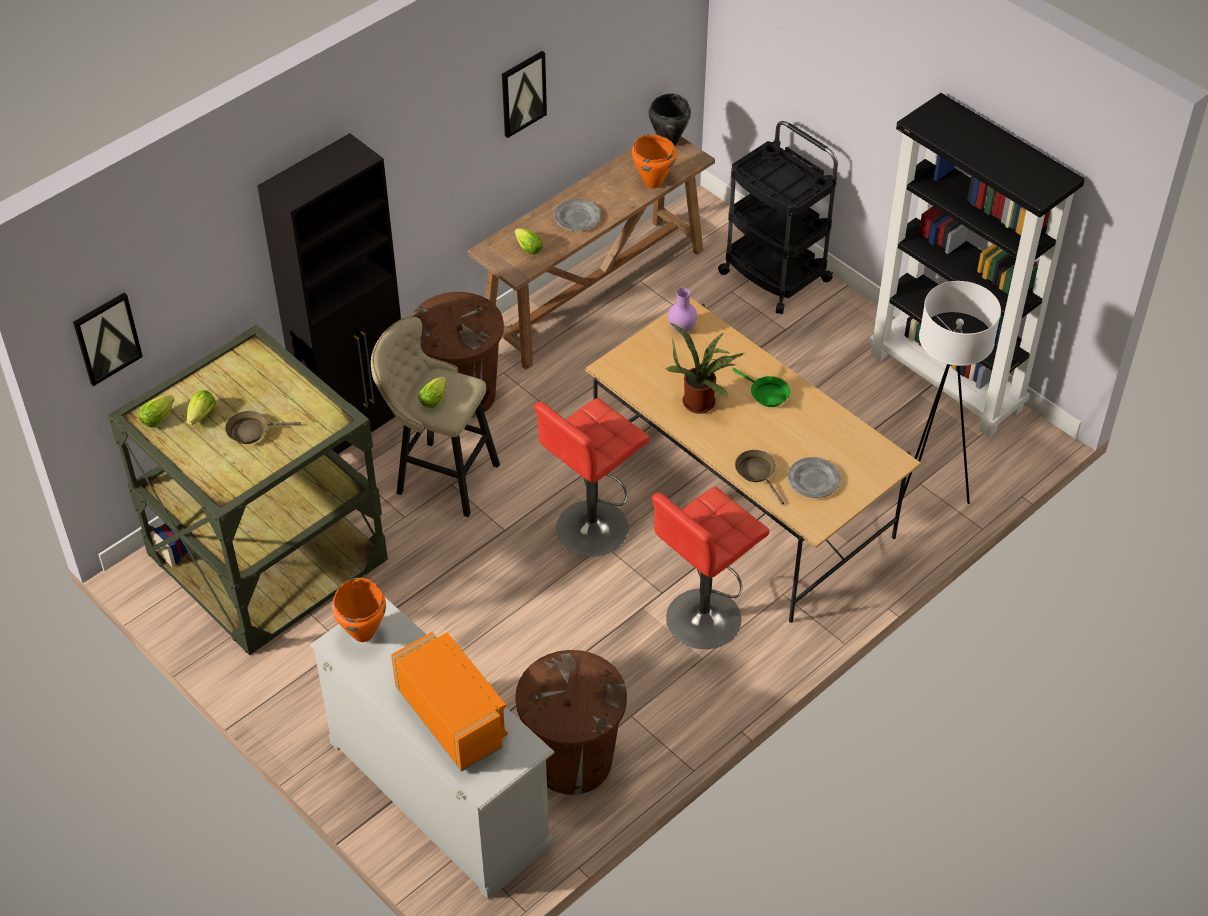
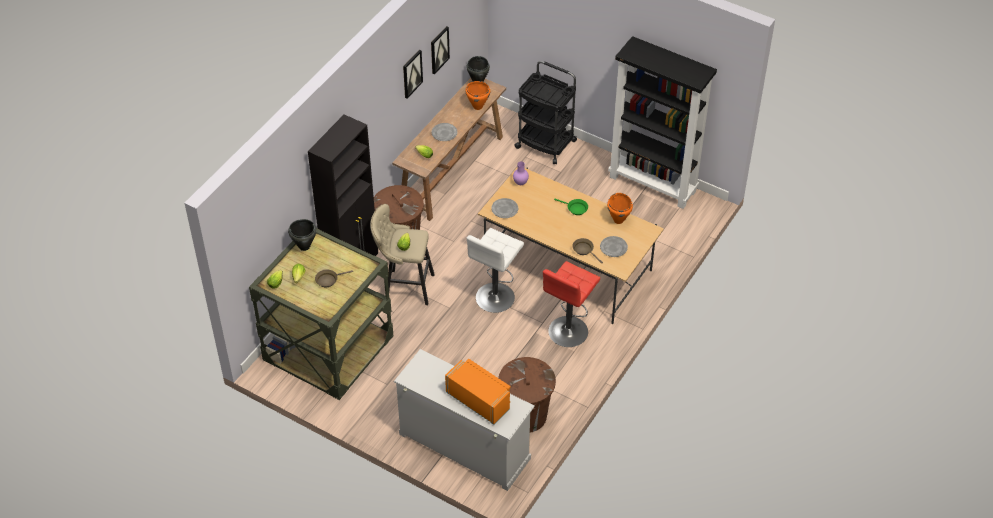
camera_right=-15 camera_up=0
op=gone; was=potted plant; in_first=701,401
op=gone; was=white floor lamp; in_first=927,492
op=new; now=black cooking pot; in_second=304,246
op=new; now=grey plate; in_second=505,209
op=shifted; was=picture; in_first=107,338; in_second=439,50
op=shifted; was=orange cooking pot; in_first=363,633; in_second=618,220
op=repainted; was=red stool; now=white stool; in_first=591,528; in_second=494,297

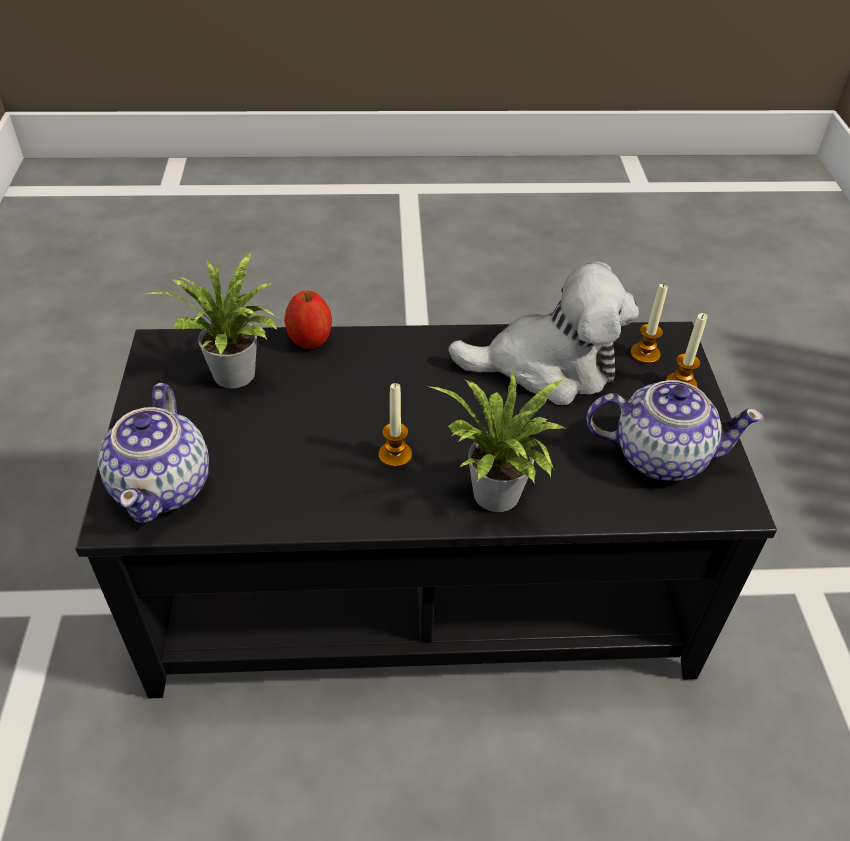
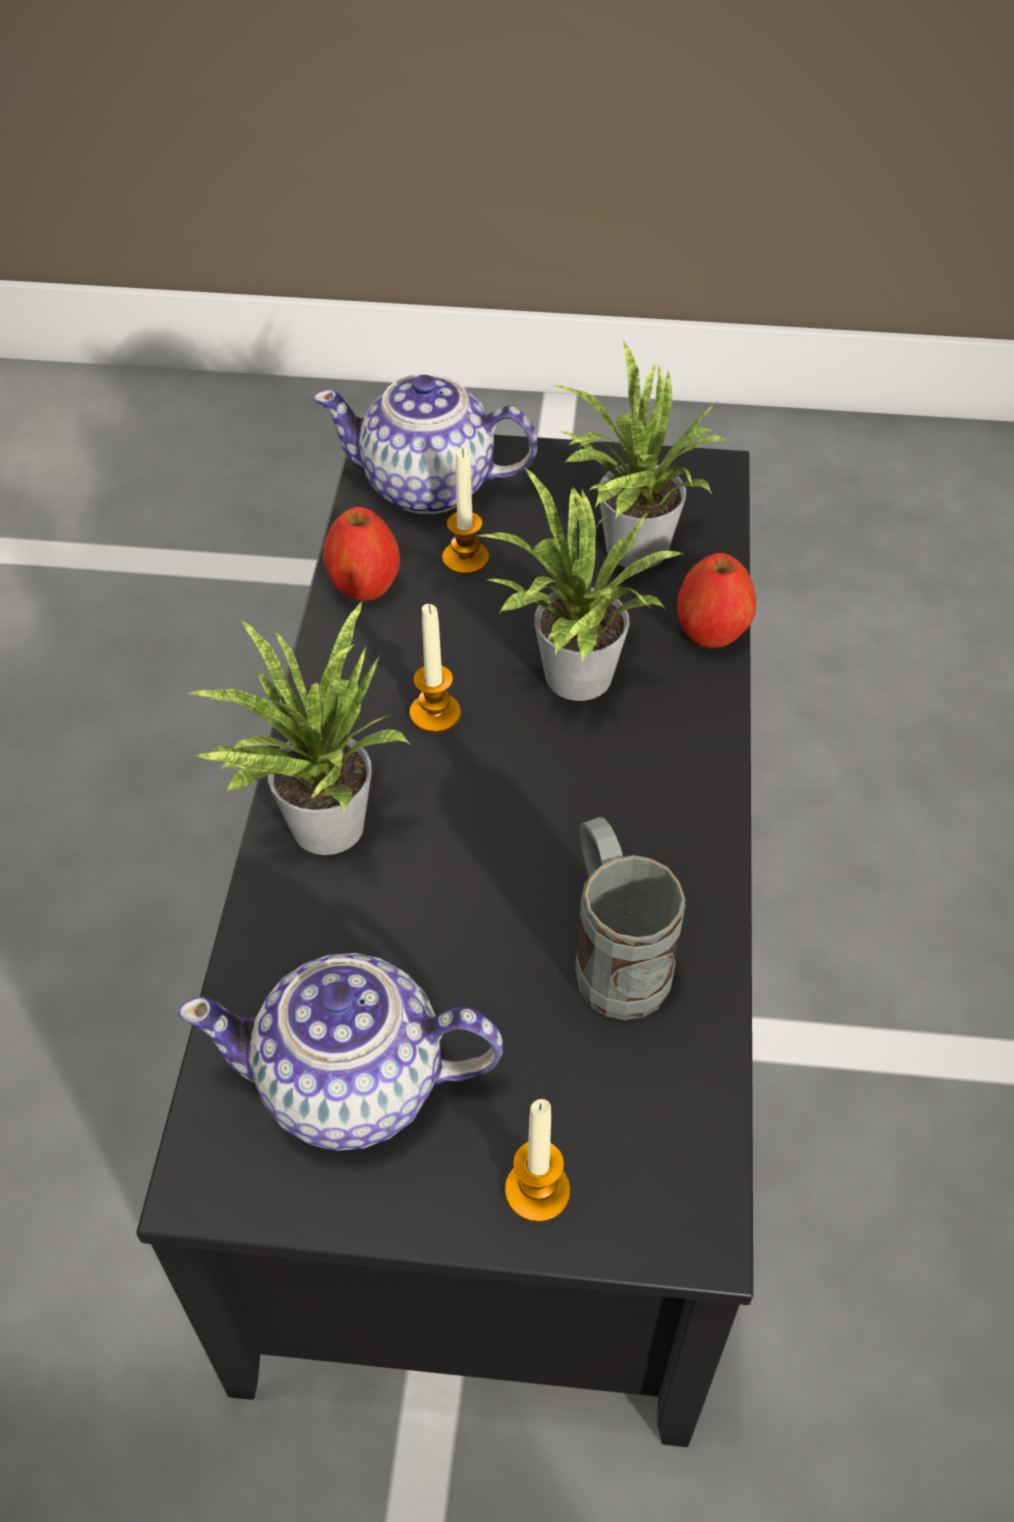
camera_right=100 camera_up=5
op=new; now=apple; in_second=365,586
op=new; now=potted plant; in_second=571,680
op=shifted; was=candle; in_first=645,354; in_second=465,559
op=swapped; was=plush toy; now=grey mug; in_first=547,367; in_second=613,957
op=rotated; was=teapot; in_first=659,455; in_second=354,1085; clockwise=75

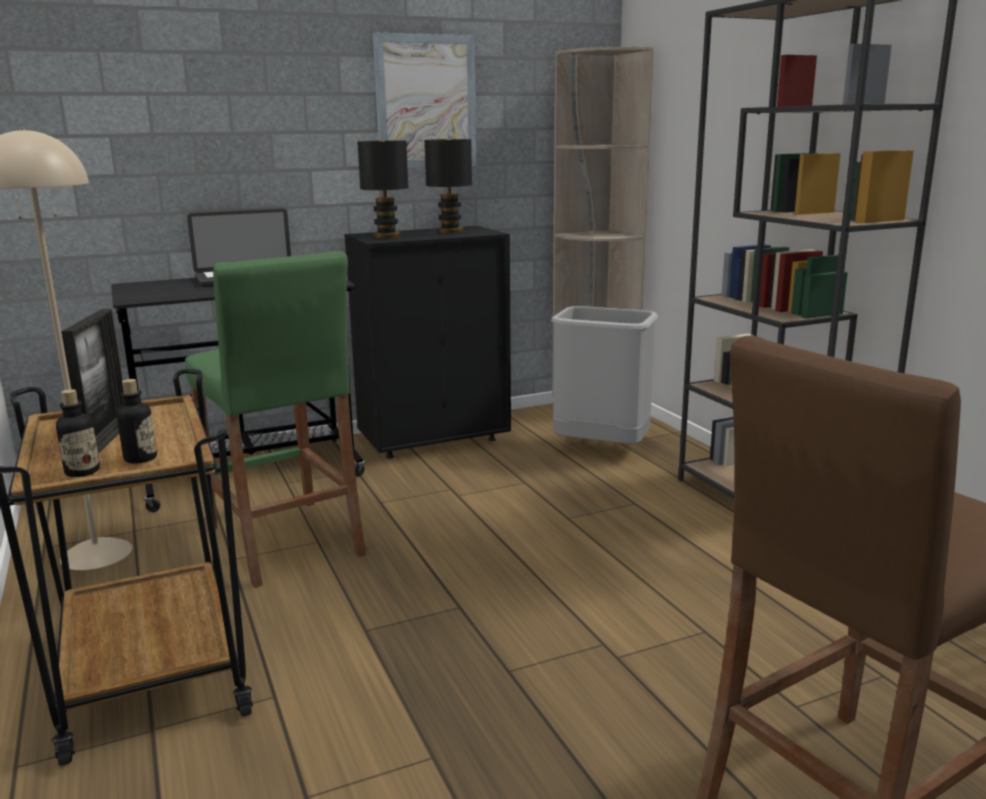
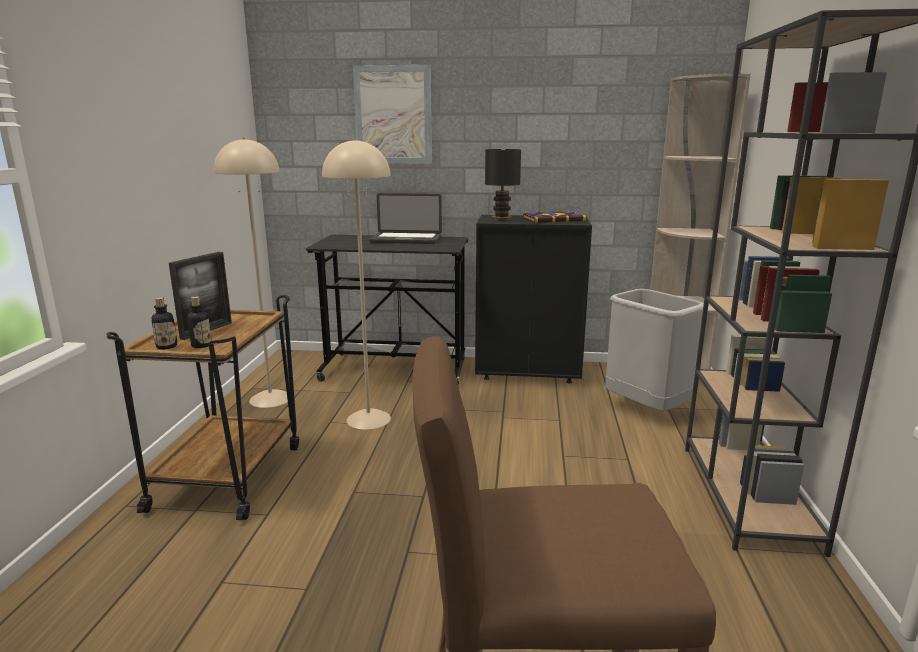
camera_right=30 camera_up=0
op=shifted; was=picture; in_first=426,102; in_second=393,115
op=swapped; was=green stool; now=beige floor lamp; in_first=284,541; in_second=368,419
op=swapped; was=black table lamp; now=book; in_first=449,231; in_second=553,219

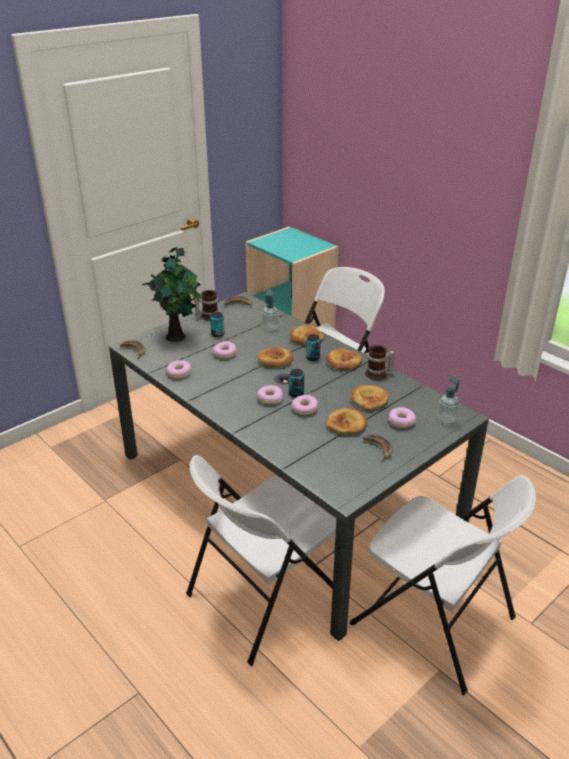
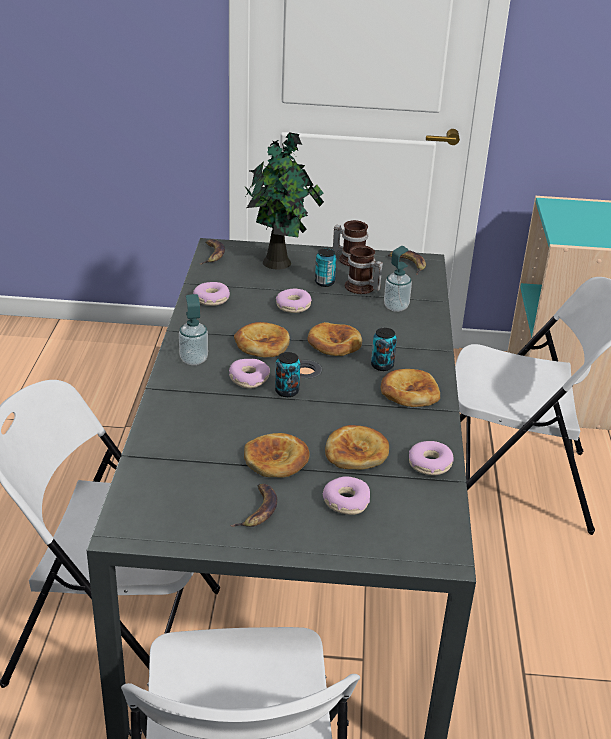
camera_right=45 camera_up=0
op=shifted; was=bread; in_first=306,338; in_second=262,343
op=shifted; was=donut; in_first=305,409; in_second=429,464
op=shifted; was=mug; in_first=378,374; in_second=361,288
op=shifted; was=soap dispenser; in_first=446,419; in_second=194,359

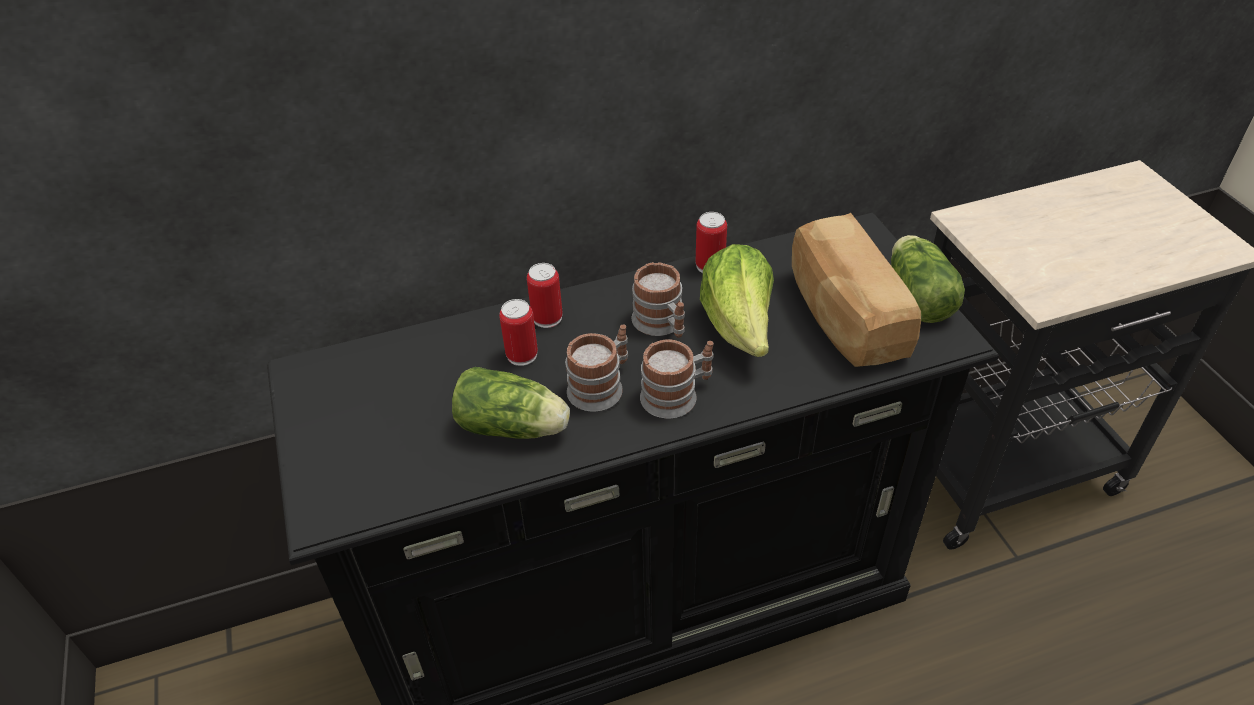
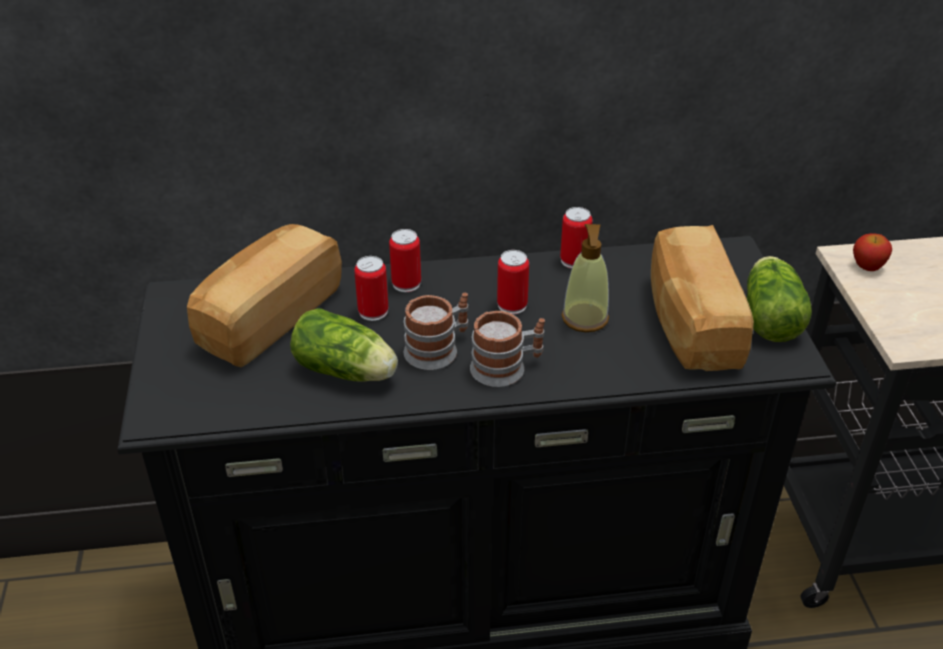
camera_right=10 camera_up=-5
op=new; now=bread; in_second=268,318
op=new; now=apple; in_second=867,266
op=swapped; was=mug; now=can; in_first=662,324; in_second=512,305
op=swapped; was=lettuce; now=soap dispenser; in_first=739,327; in_second=585,318

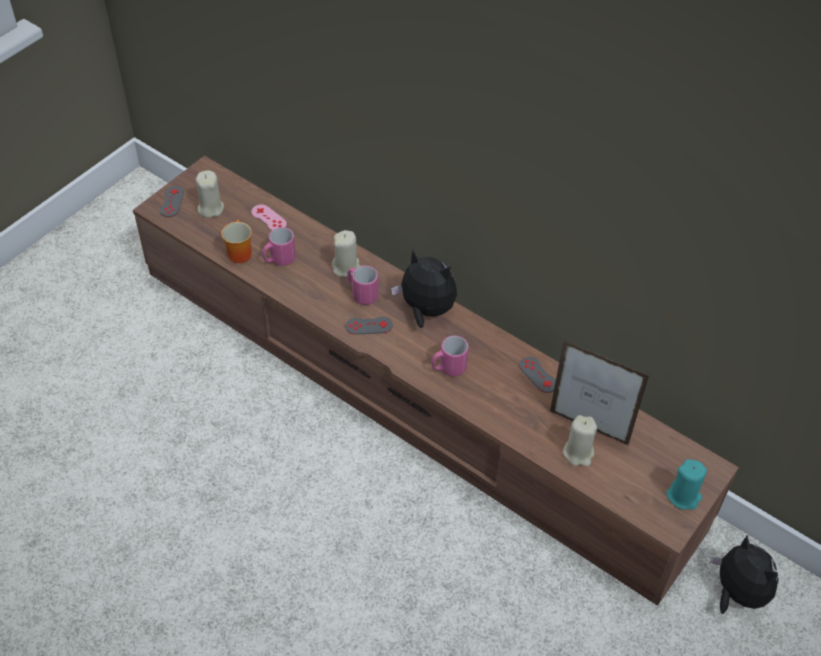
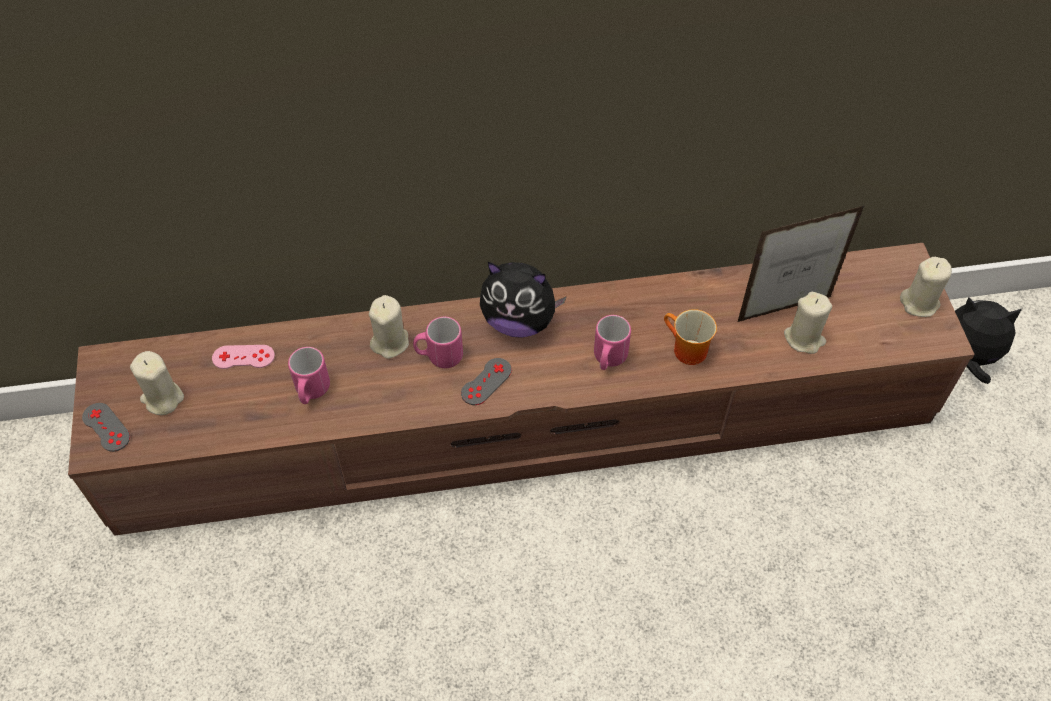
camera_right=-45 camera_up=5
op=gone; was=grey game controller; in_first=538,375
op=shifted; was=mug; in_first=238,252; in_second=685,351
op=repainted; was=turquoise candle; now=beige candle; in_first=683,496; in_second=919,303
op=rotated; was=plush toy; in_first=426,310; in_second=519,321; clockwise=-150

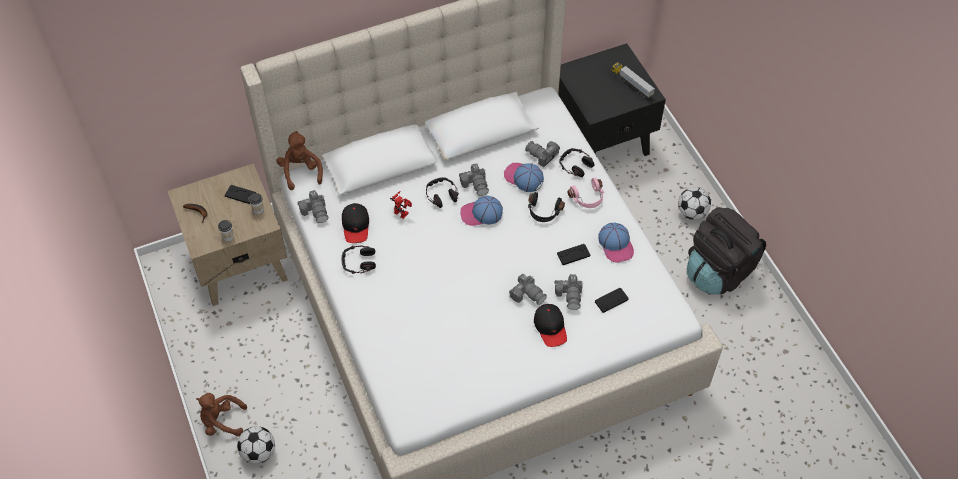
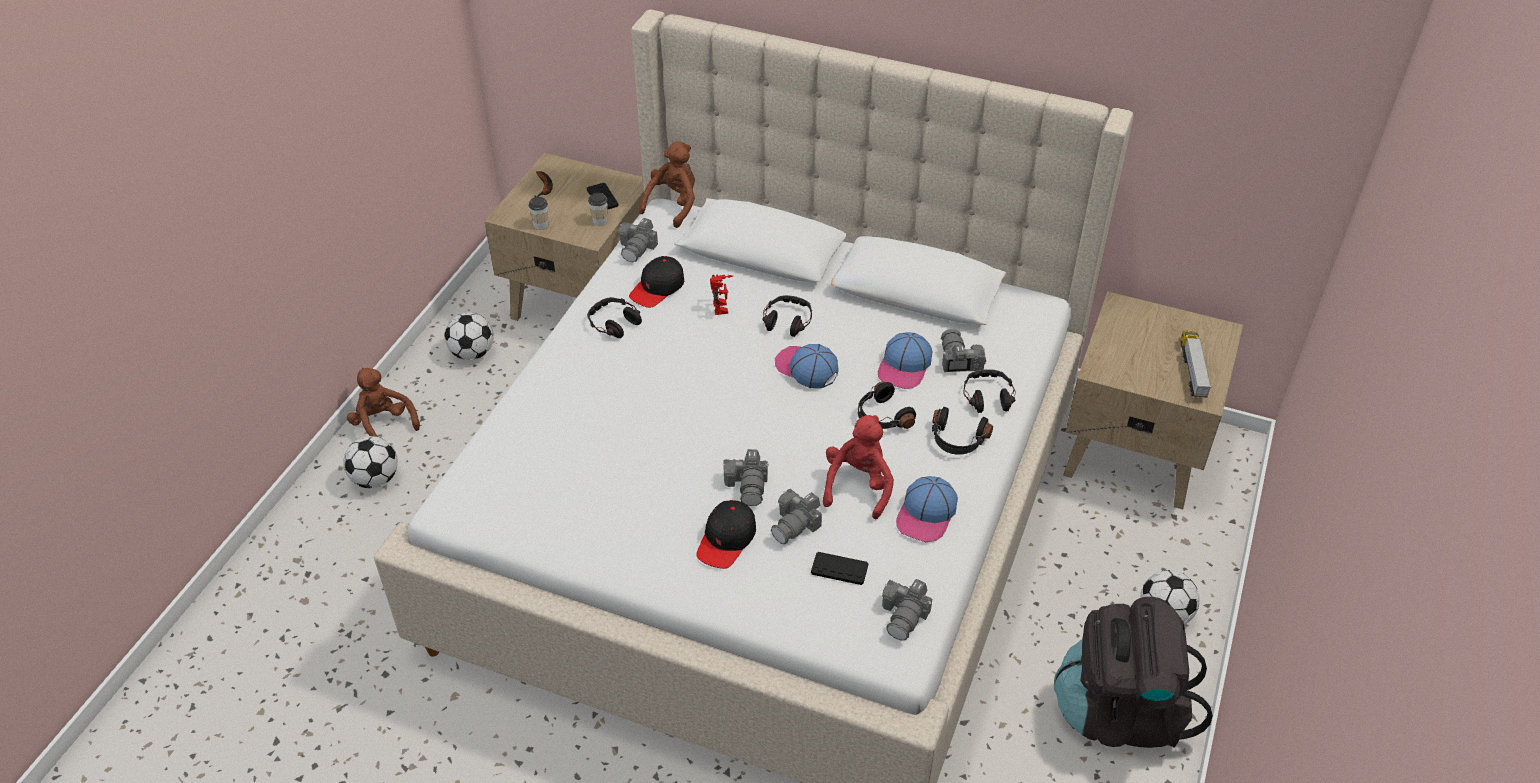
camera_right=45 camera_up=-10
op=new; now=football; in_second=472,353
op=shifted; was=photo camera; in_first=475,184; in_second=905,616
op=swapped; was=black game controller; now=red plush toy; in_first=573,255; in_second=858,486
op=repainted; was=black nightstand; now=beige nightstand; in_first=602,139; in_second=1136,451
op=repainted; was=pink headphones; now=black headphones; in_first=588,198; in_second=957,440
op=rotated; was=cap; in_first=523,178; in_second=904,366; clockwise=-150

